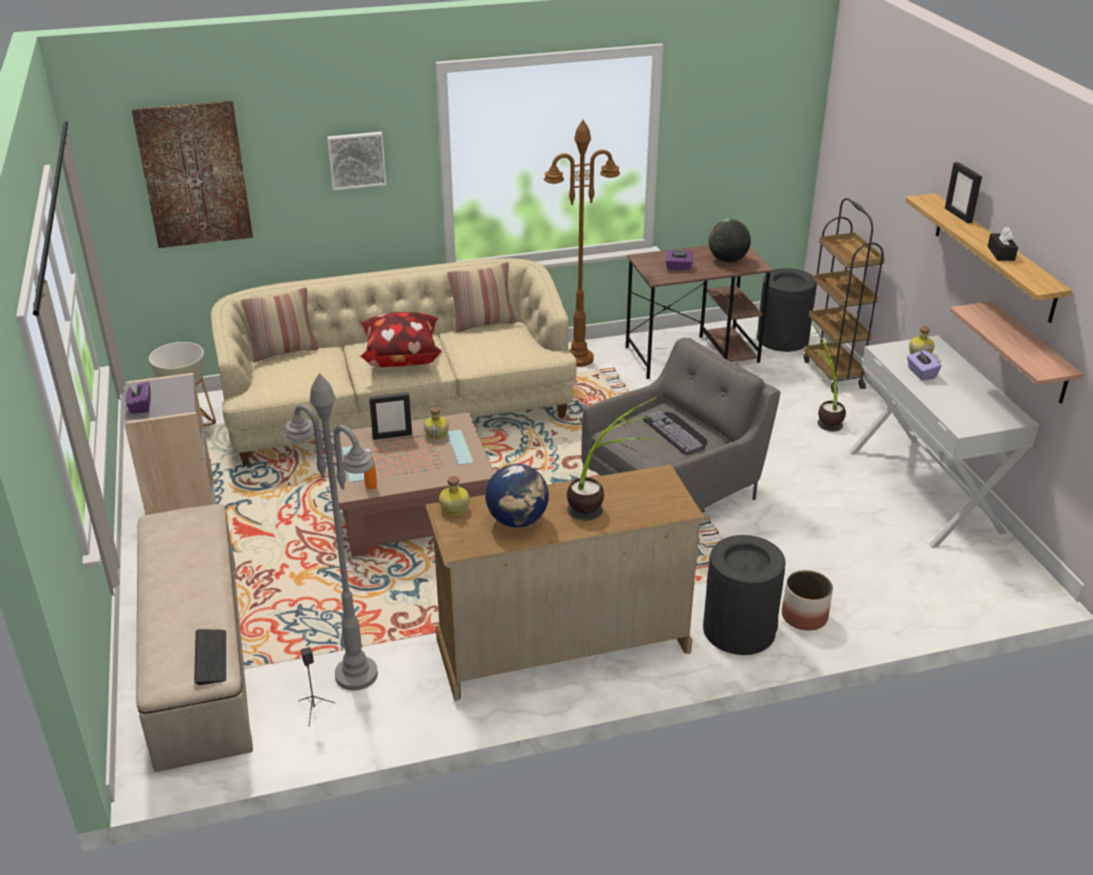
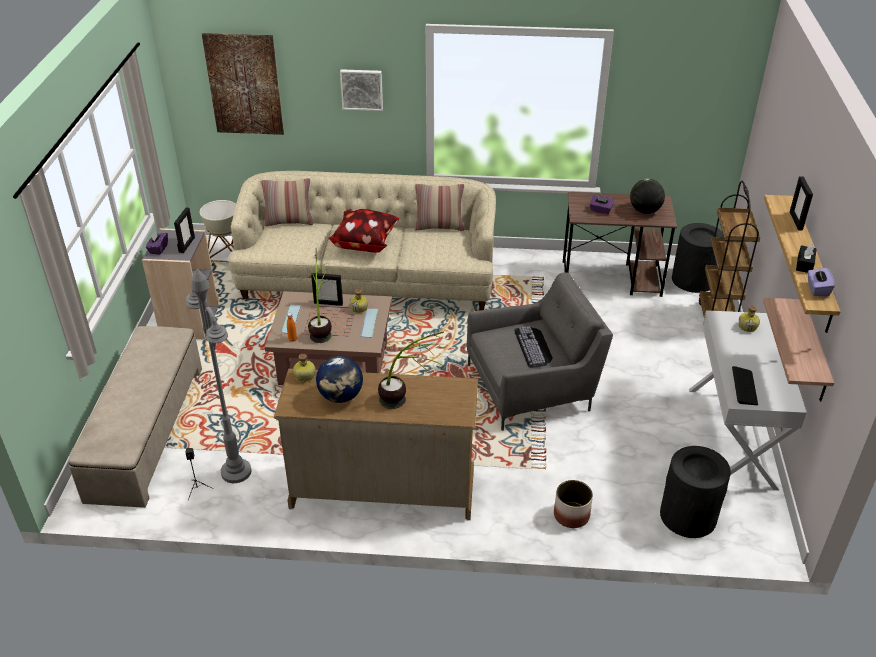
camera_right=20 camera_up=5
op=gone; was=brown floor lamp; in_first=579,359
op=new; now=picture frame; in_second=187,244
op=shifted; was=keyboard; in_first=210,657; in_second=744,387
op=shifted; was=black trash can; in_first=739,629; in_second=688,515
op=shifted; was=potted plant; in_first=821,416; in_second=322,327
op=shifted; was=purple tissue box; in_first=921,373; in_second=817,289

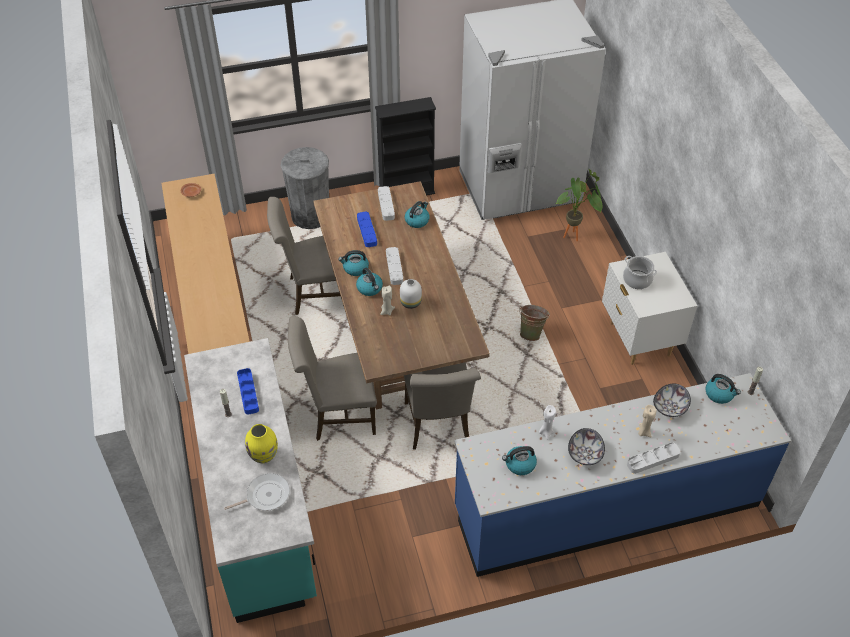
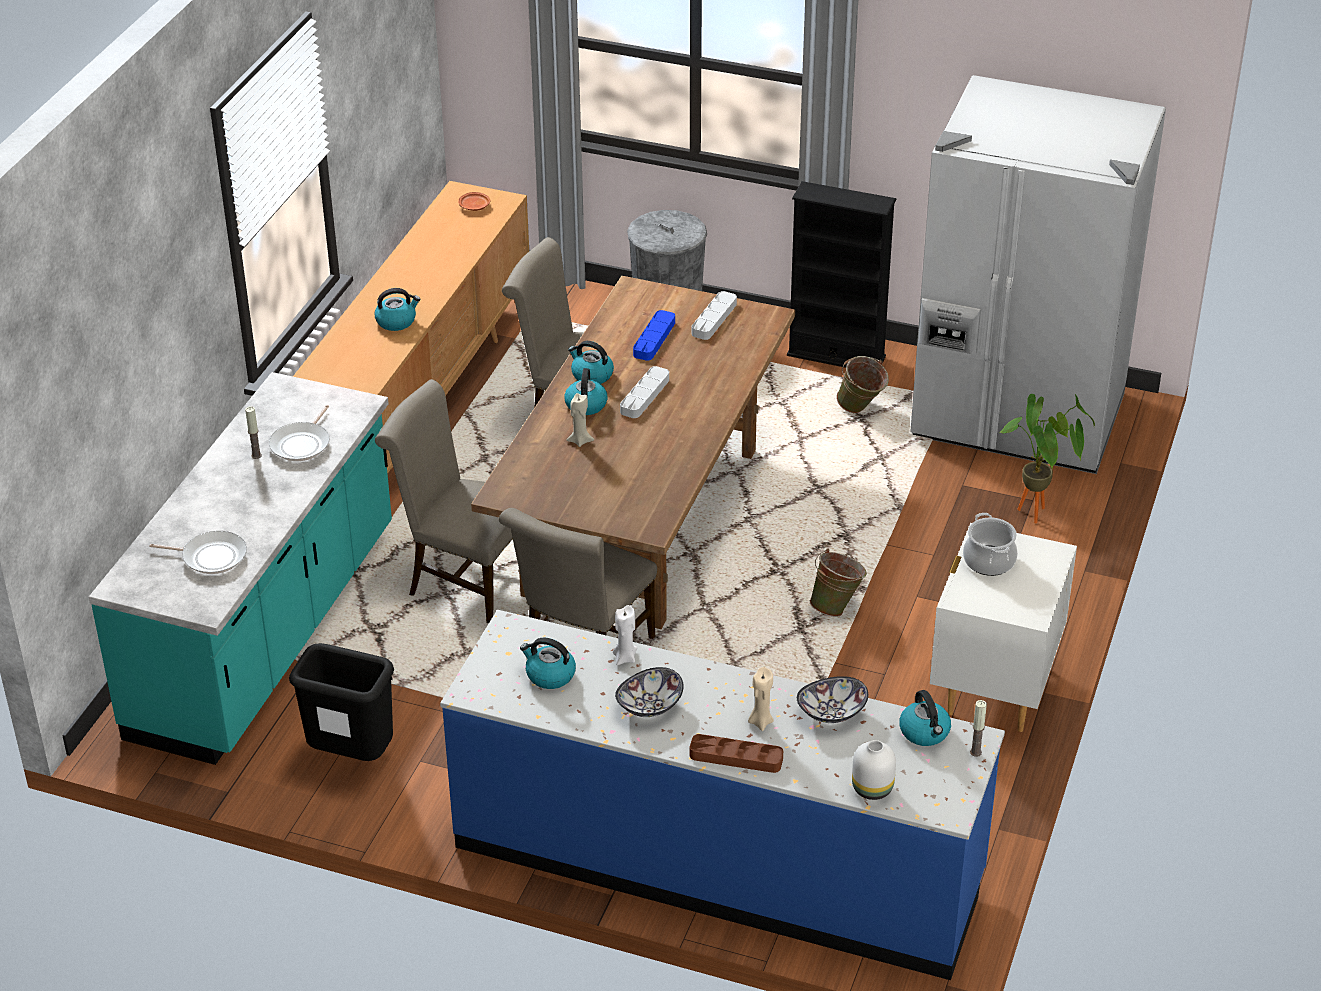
camera_right=35 camera_up=-10
op=gone; was=yellow vase; in_first=264,455
op=new; now=black trash can; in_second=352,756
op=new; now=green bucket; in_second=861,410
op=shifted; was=white vase; in_first=411,302; in_second=873,788
op=shifted; was=kettle; in_first=417,220; in_second=396,321
op=swapped; was=blue tray; now=frying pan; in_first=248,393; in_second=302,444
op=repainted; was=grey tray; now=brown tray; in_first=653,459; in_second=736,757

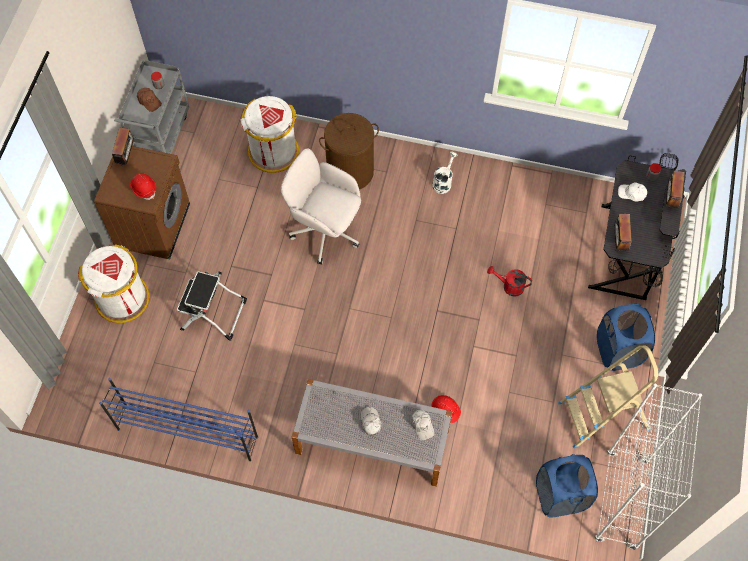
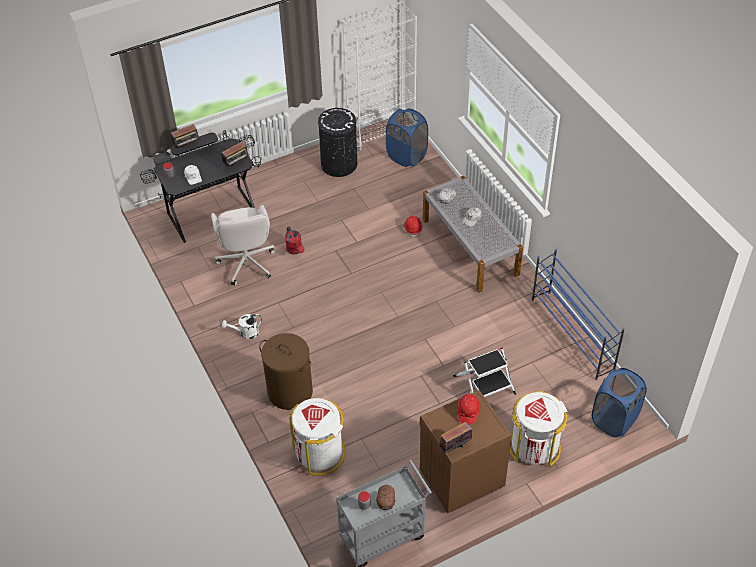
camera_right=-130 camera_up=-15
op=shifted; was=white office chair; in_first=326,232; in_second=246,264
op=shifted; was=blue laundry basket; in_first=618,350; in_second=614,419
op=swapped; was=beige step ladder; now=black trash can; in_first=603,416; in_second=339,164

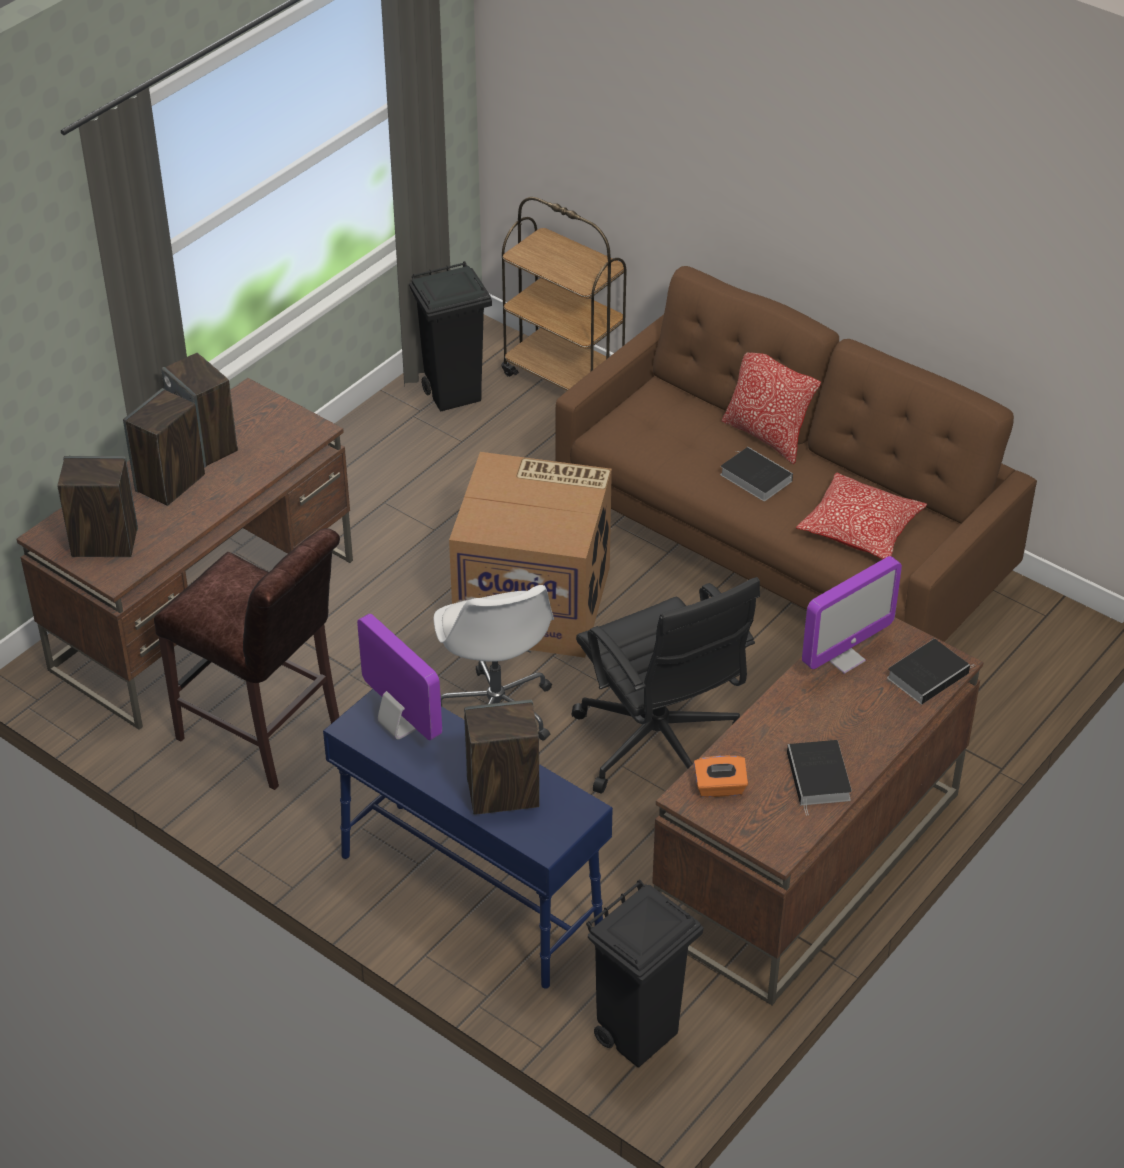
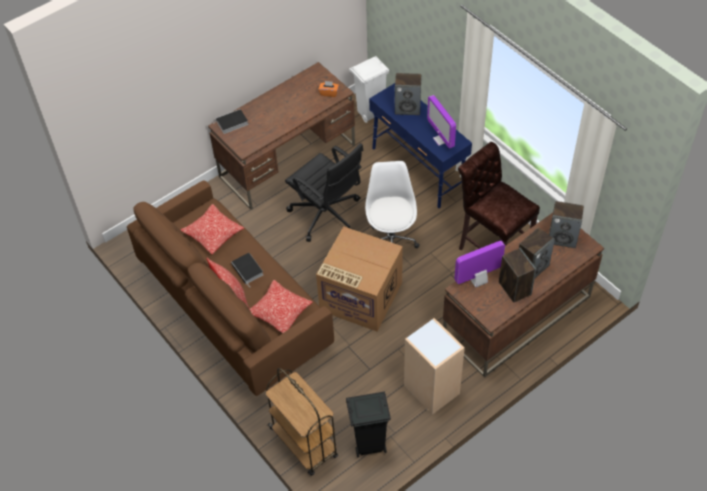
camera_right=-165 camera_up=10
op=gone; was=book; in_first=819,778
op=new; now=pillow; in_second=280,311
op=new; now=bookcase; in_second=432,390
op=shifted; was=monitor; in_first=843,658; in_second=478,281
op=repainted; was=black trash can; now=white trash can; in_first=639,1035; in_second=370,113
op=rotated; was=black office chair; in_first=660,747; in_second=327,215; clockwise=150

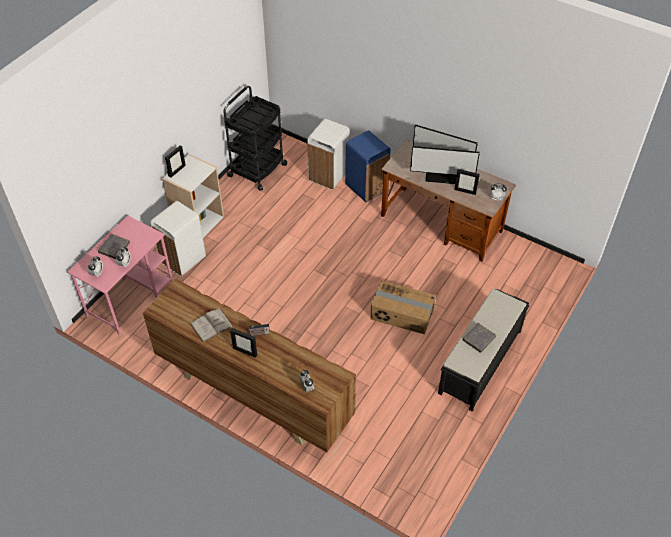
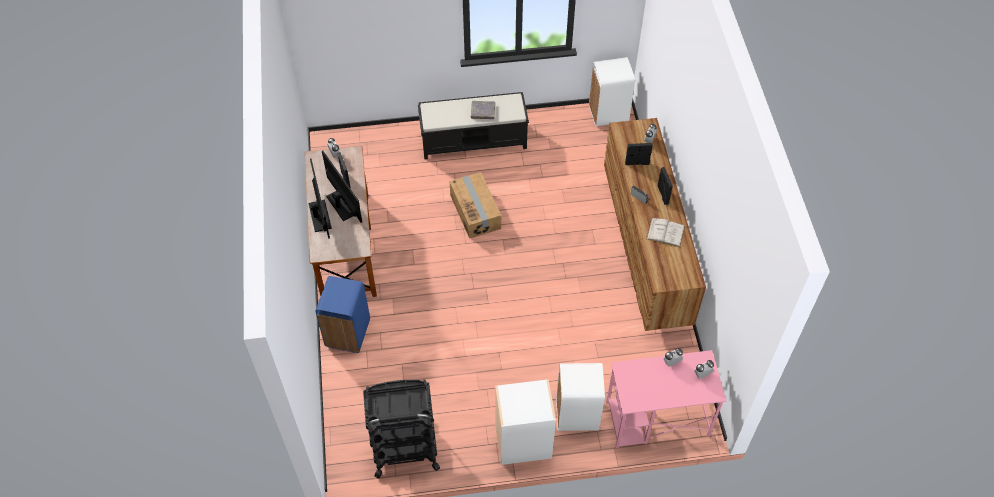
camera_right=-130 camera_up=5
op=gone; was=grey book; in_first=114,248
op=shifted; was=picture frame; in_first=176,170; in_second=637,163
op=shifted; was=white trash can; in_first=328,175; in_second=608,114

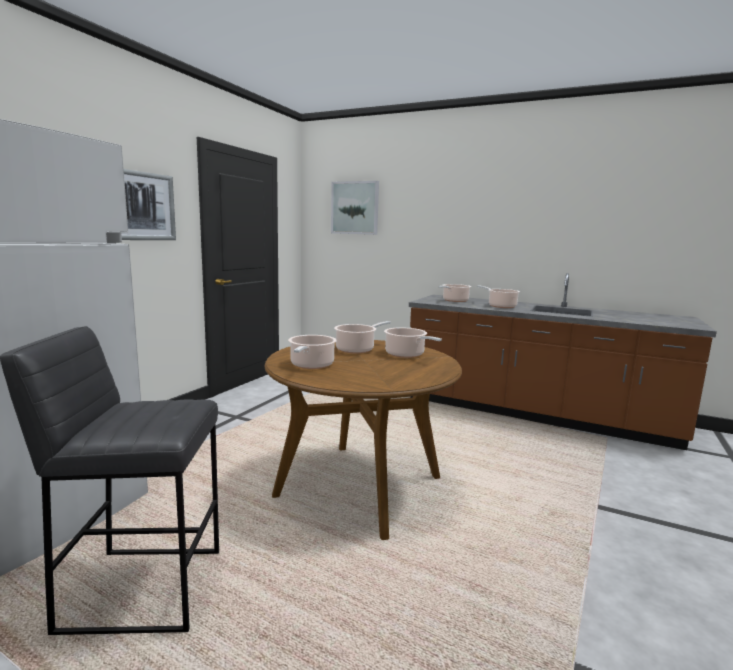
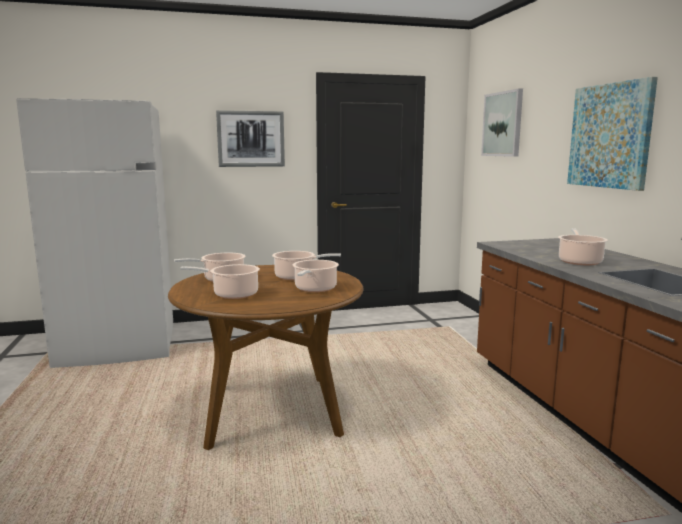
camera_right=50 camera_up=0
op=gone; was=grey stool; in_first=141,588
op=new; now=picture; in_second=610,136
op=shifted; was=cooking pot; in_first=454,301; in_second=232,294

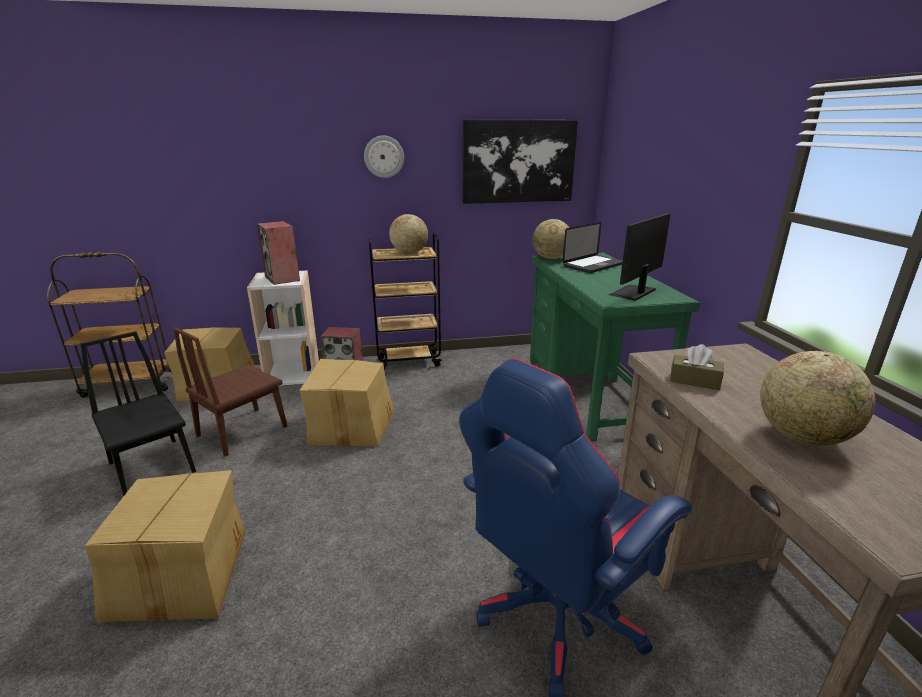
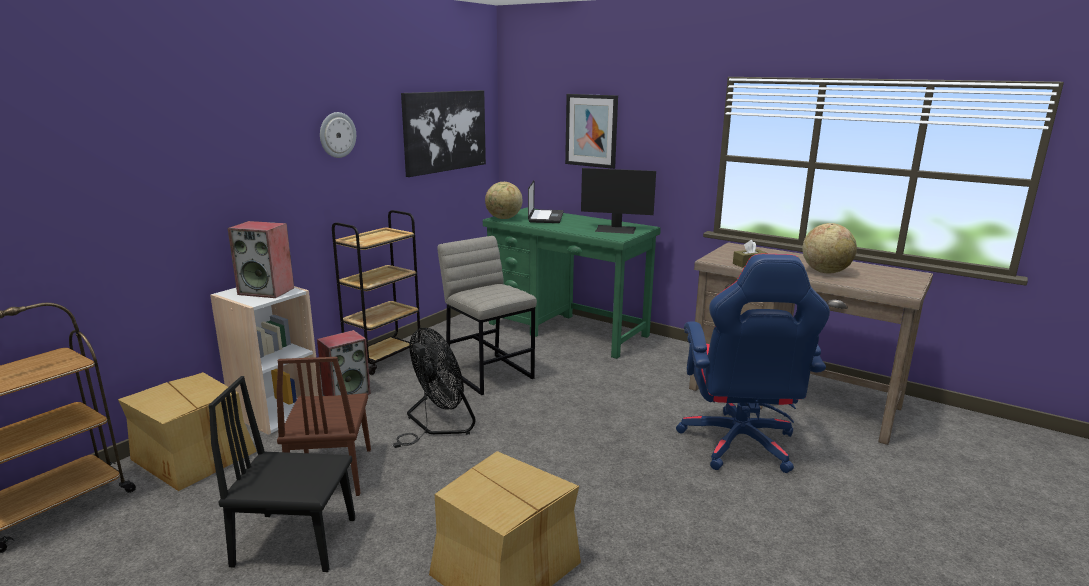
camera_right=-45 camera_up=-5
op=gone; was=globe; in_first=409,253
op=new; now=grey chair; in_second=488,373
op=new; now=picture; in_second=591,130
op=swapped; was=cardboard box; now=black fan; in_first=350,425; in_second=431,422
op=rotated; was=monitor; in_first=633,292; in_second=615,229; clockwise=-75

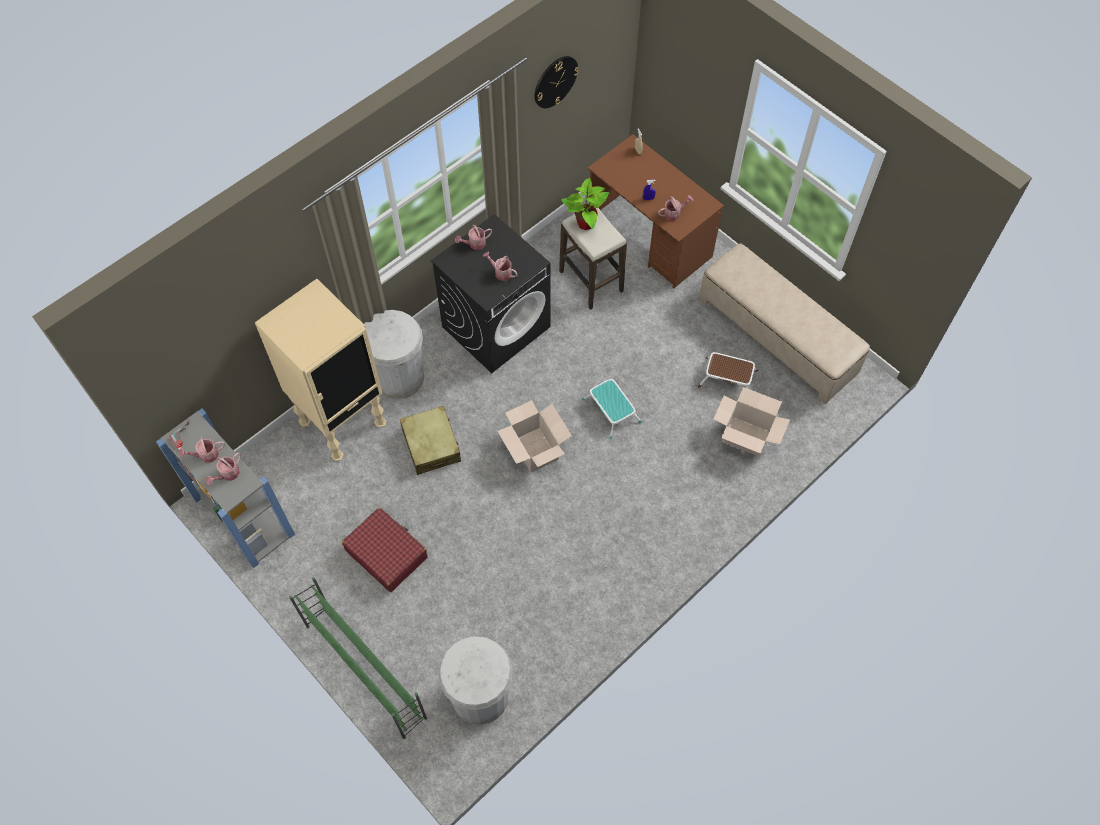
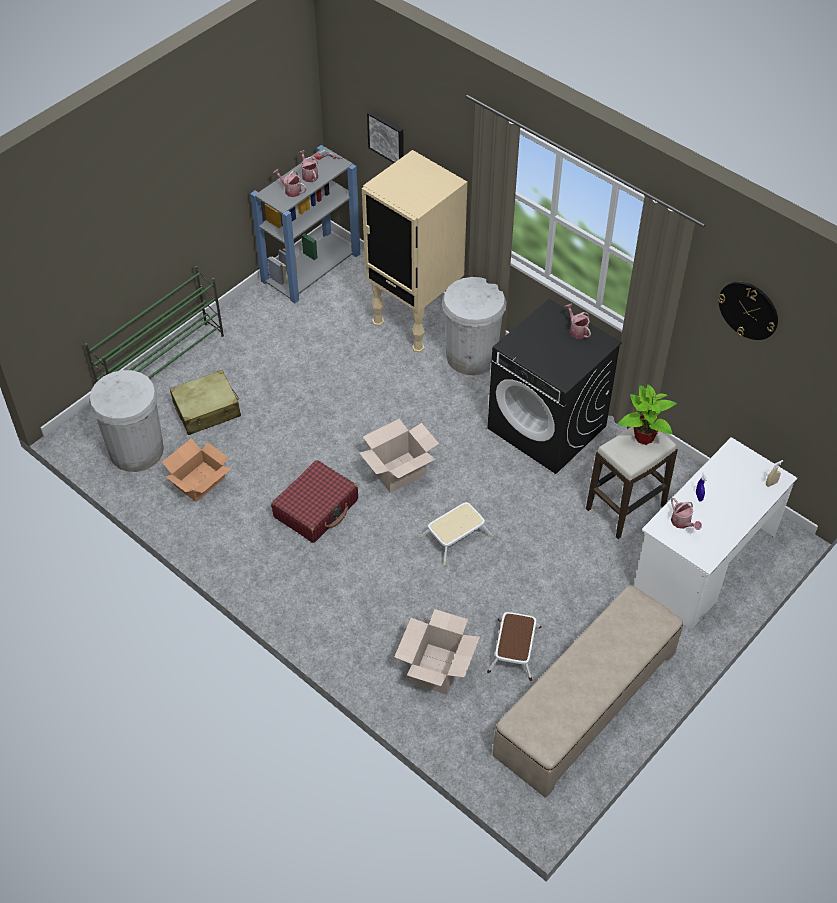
camera_right=85 camera_up=-10
op=gone; was=watering can; in_first=501,272
op=new; now=cardboard box; in_second=199,481
op=new; now=picture; in_second=387,137
op=shifted; was=red suitcase; in_first=386,553; in_second=316,508
op=shifted; was=beige suitcase; in_first=431,445; in_second=207,410
op=repainted; was=turquoise step ladder; now=beige step ladder; in_first=611,410; in_second=455,536
op=repainted; was=brown desk; now=white desk; in_first=649,237; in_second=704,562

